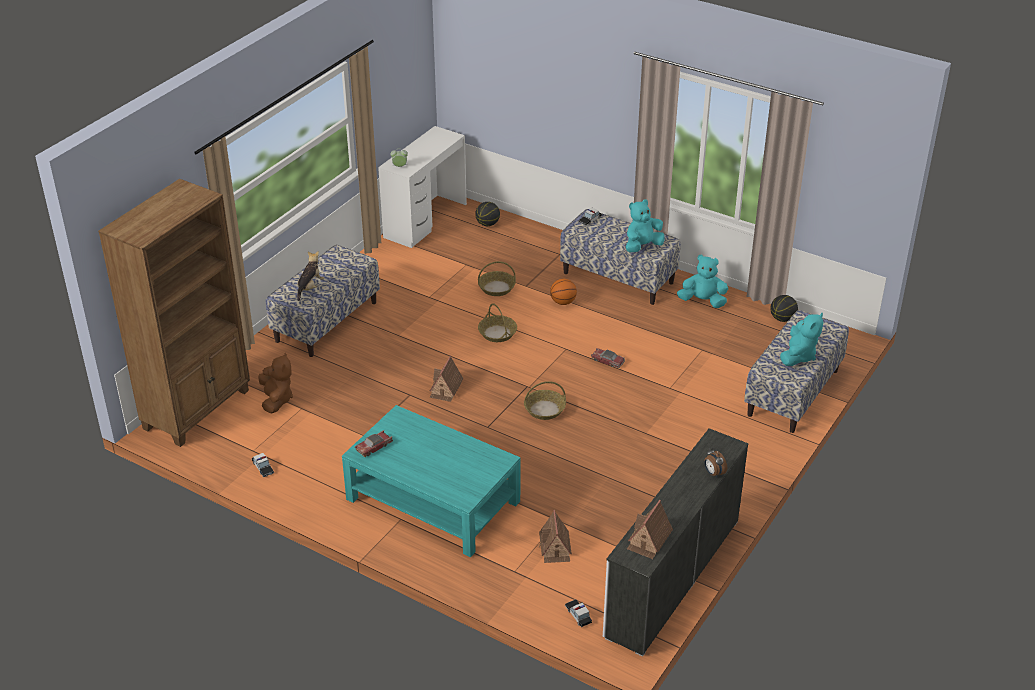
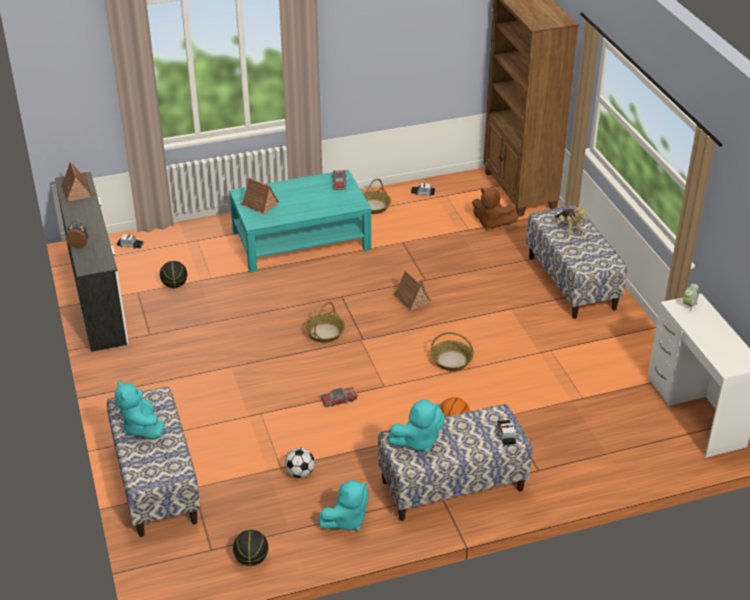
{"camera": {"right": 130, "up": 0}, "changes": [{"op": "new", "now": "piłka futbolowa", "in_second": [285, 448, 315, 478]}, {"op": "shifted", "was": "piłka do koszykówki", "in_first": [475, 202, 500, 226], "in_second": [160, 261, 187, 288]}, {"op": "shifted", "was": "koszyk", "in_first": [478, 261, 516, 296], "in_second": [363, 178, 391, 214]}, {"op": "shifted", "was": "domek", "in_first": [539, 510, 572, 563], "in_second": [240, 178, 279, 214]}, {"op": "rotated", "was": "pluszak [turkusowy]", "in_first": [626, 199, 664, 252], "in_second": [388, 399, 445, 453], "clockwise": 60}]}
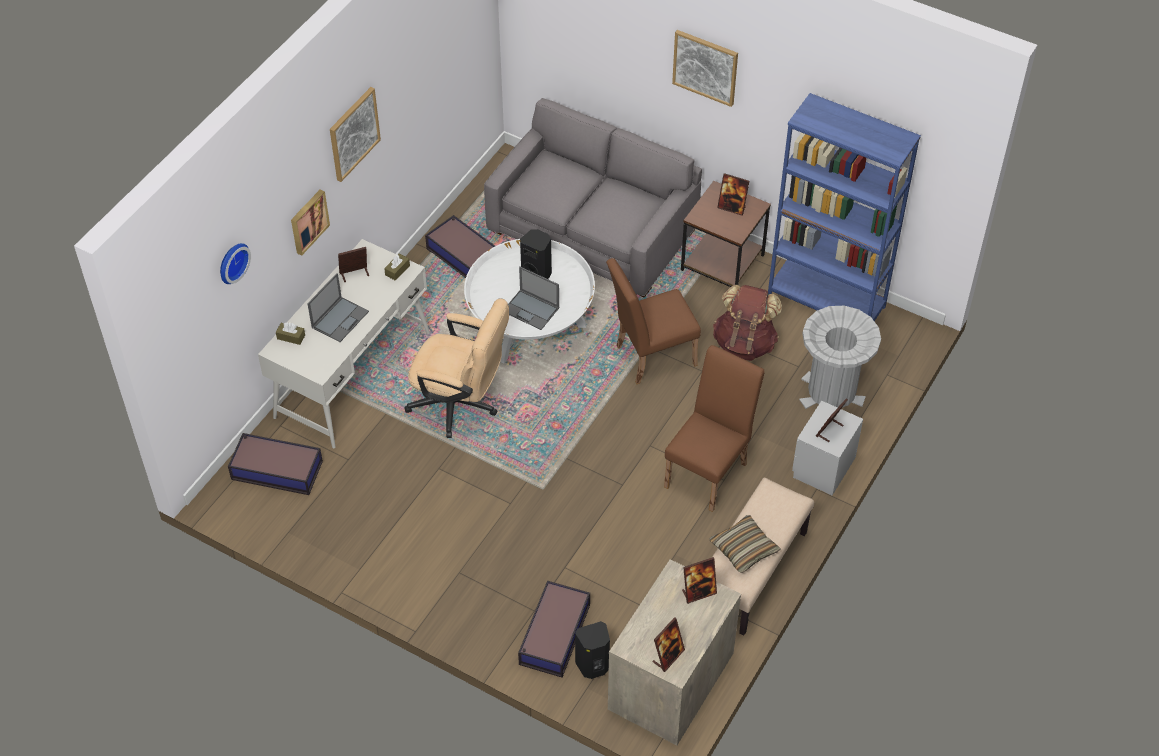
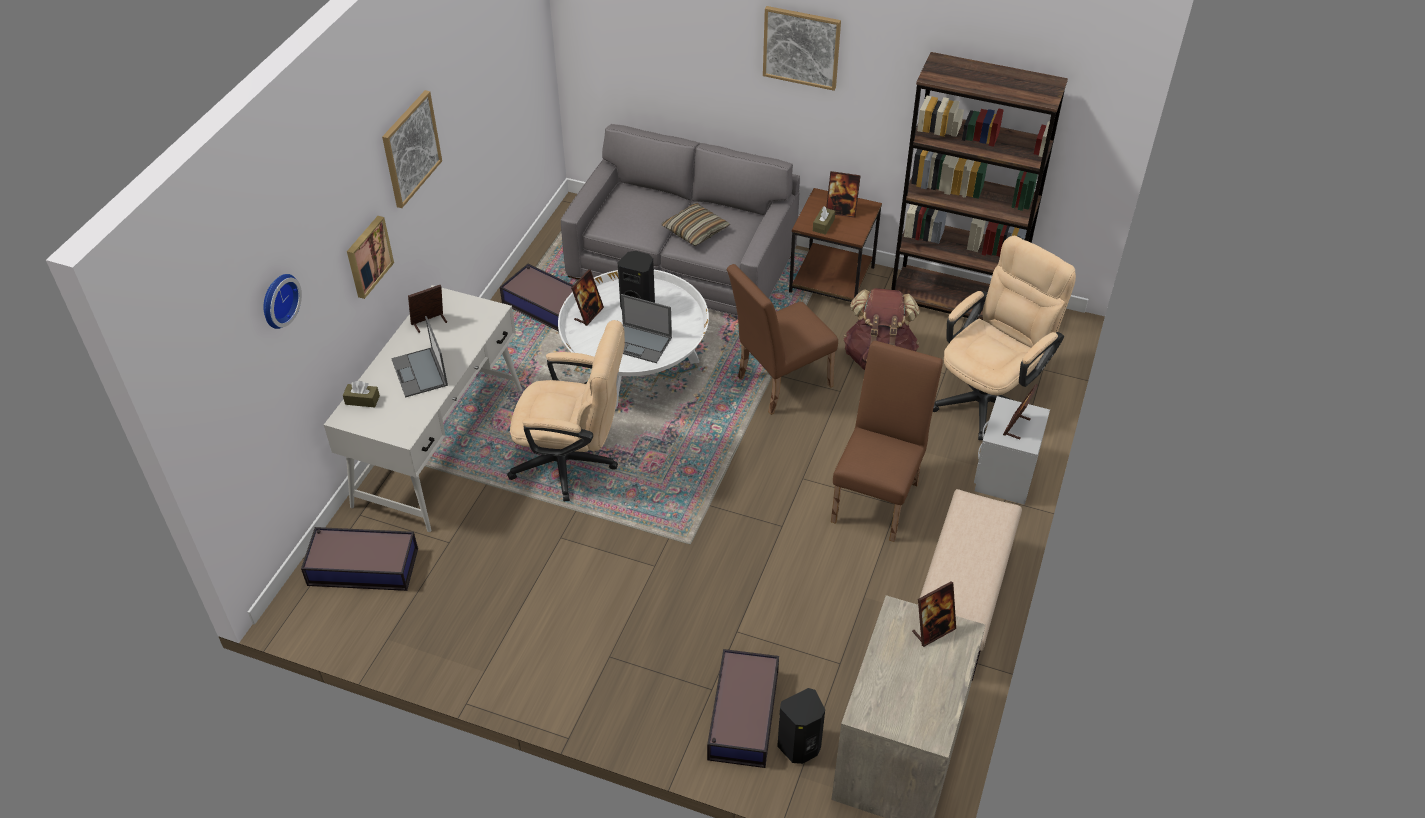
{"camera": {"right": -10, "up": -5}, "changes": [{"op": "shifted", "was": "pudełko chusteczek [brązowy]", "in_first": [384, 254, 410, 281], "in_second": [813, 206, 835, 235]}, {"op": "shifted", "was": "ramka na zdjęcie", "in_first": [652, 617, 685, 672], "in_second": [571, 270, 604, 326]}, {"op": "shifted", "was": "poduszka", "in_first": [710, 515, 780, 573], "in_second": [661, 203, 730, 246]}, {"op": "swapped", "was": "kosz na śmieci [szary]", "now": "krzesło biurowe [beżowy]", "in_first": [799, 306, 881, 409], "in_second": [933, 236, 1076, 440]}, {"op": "repainted", "was": "regał [niebieski]", "now": "regał [brązowy]", "in_first": [768, 93, 921, 321], "in_second": [891, 52, 1068, 320]}, {"op": "rotated", "was": "laptop", "in_first": [307, 273, 369, 342], "in_second": [391, 316, 448, 398], "clockwise": 135}]}
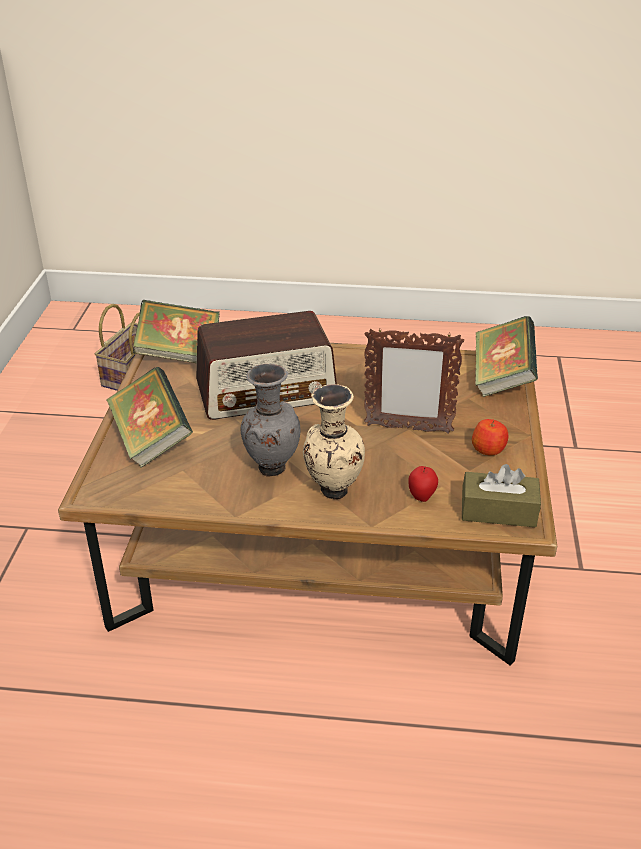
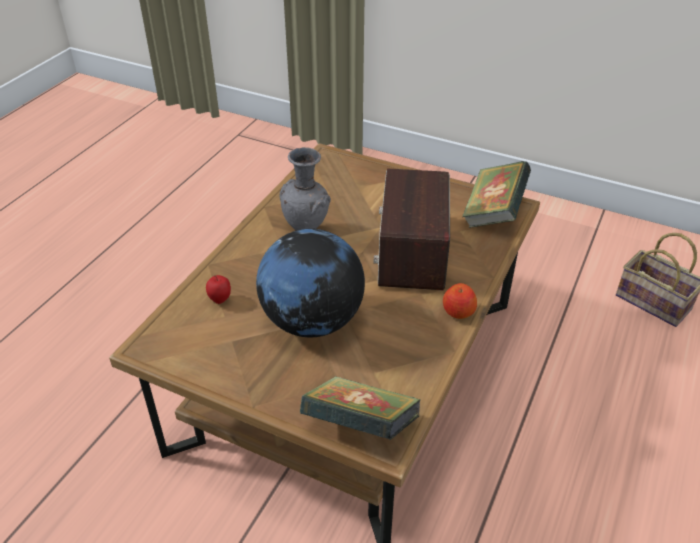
{"camera": {"right": 110, "up": 5}, "changes": [{"op": "gone", "was": "książka", "in_first": [107, 367, 193, 468]}, {"op": "gone", "was": "wazon [beżowy]", "in_first": [303, 384, 365, 499]}, {"op": "gone", "was": "pudełko chusteczek [brązowy]", "in_first": [462, 464, 541, 527]}, {"op": "shifted", "was": "jabłko", "in_first": [472, 419, 508, 456], "in_second": [443, 283, 477, 319]}, {"op": "swapped", "was": "ramka na zdjęcie", "now": "globus", "in_first": [364, 328, 464, 434], "in_second": [256, 229, 365, 337]}]}
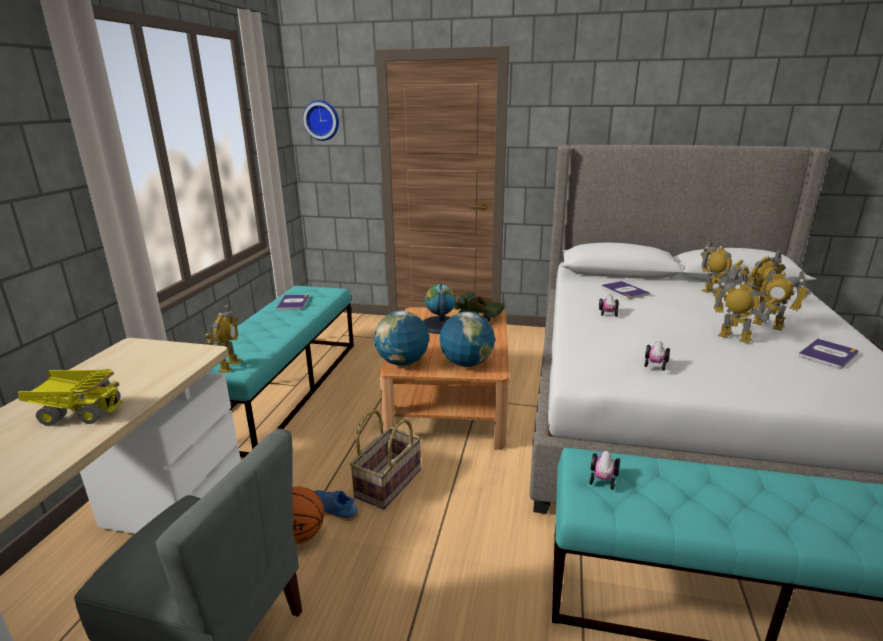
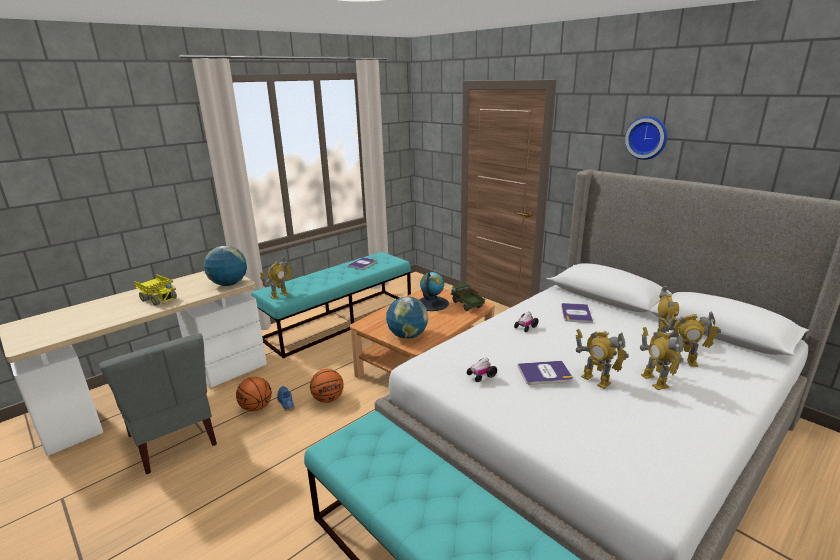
{"camera": {"right": 35, "up": 0}, "changes": [{"op": "gone", "was": "samochodzik", "in_first": [589, 451, 620, 490]}, {"op": "shifted", "was": "zegar ścienny", "in_first": [303, 100, 339, 141], "in_second": [625, 116, 668, 160]}, {"op": "shifted", "was": "globus", "in_first": [374, 311, 429, 366], "in_second": [204, 246, 247, 286]}, {"op": "shifted", "was": "książka", "in_first": [798, 339, 859, 369], "in_second": [518, 361, 573, 385]}, {"op": "swapped", "was": "koszyk", "now": "piłka do koszykówki", "in_first": [350, 410, 421, 509], "in_second": [310, 369, 344, 403]}, {"op": "rotated", "was": "robot zabawkowy", "in_first": [711, 275, 778, 343], "in_second": [576, 329, 629, 389], "clockwise": 150}]}
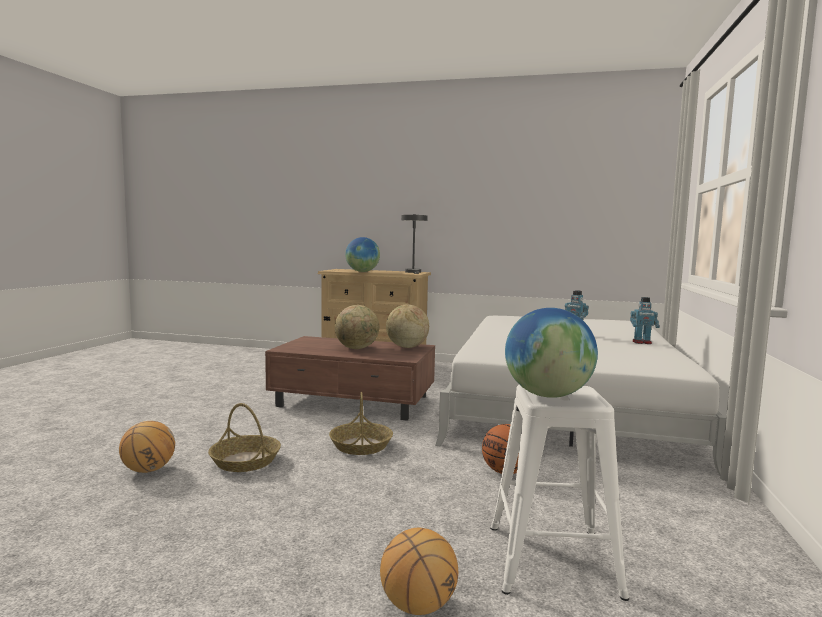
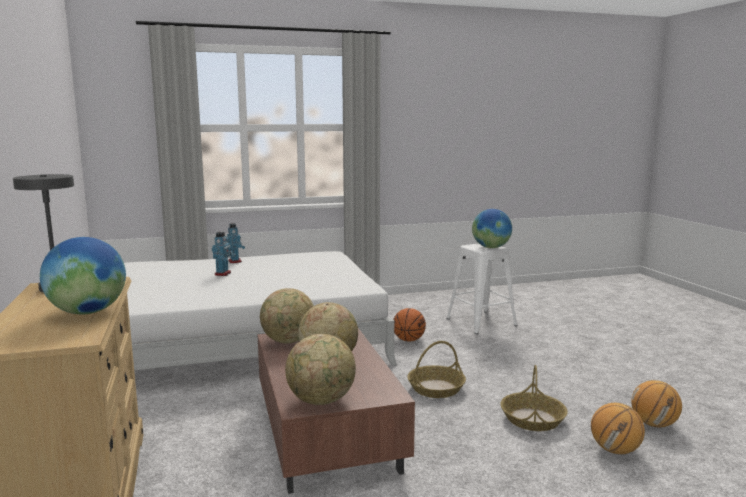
{"camera": {"right": -120, "up": 5}, "changes": [{"op": "new", "now": "globus", "in_second": [285, 334, 356, 405]}, {"op": "shifted", "was": "piłka do koszykówki", "in_first": [380, 528, 458, 615], "in_second": [631, 380, 682, 427]}]}
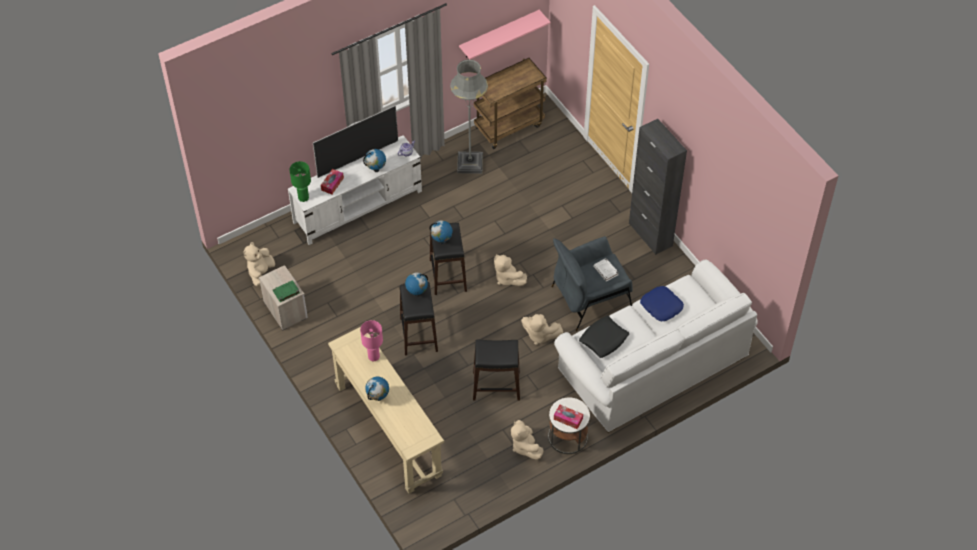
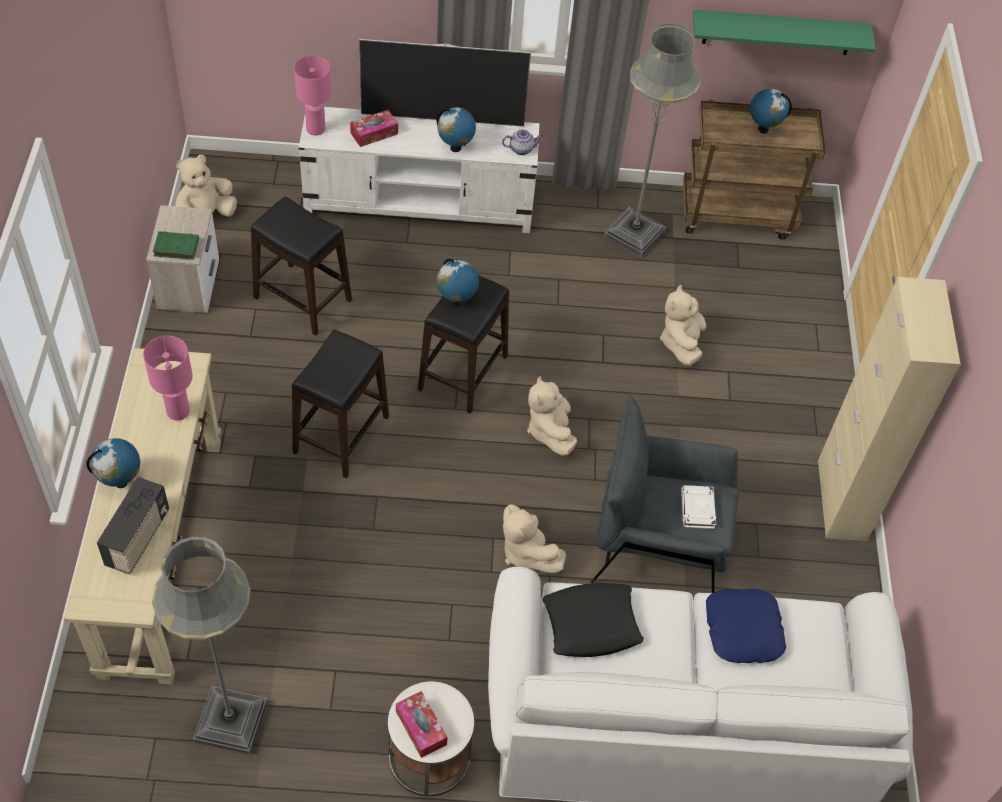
{"camera": {"right": 30, "up": 0}, "changes": [{"op": "new", "now": "radio", "in_second": [97, 477, 169, 575]}, {"op": "new", "now": "lampa stojąca [szary]", "in_second": [152, 536, 268, 755]}, {"op": "shifted", "was": "globus", "in_first": [405, 272, 428, 296], "in_second": [750, 89, 792, 133]}, {"op": "shifted", "was": "stołek [czarny]", "in_first": [473, 340, 520, 401], "in_second": [251, 197, 352, 336]}, {"op": "shifted", "was": "pluszak [beżowy]", "in_first": [511, 420, 544, 460], "in_second": [660, 285, 706, 366]}, {"op": "repainted", "was": "lampa stołowa [zielony]", "now": "lampa stołowa [różowy]", "in_first": [289, 161, 311, 202], "in_second": [294, 56, 331, 136]}, {"op": "repainted", "was": "półka [różowy]", "now": "półka [zielony]", "in_first": [459, 10, 551, 60], "in_second": [693, 10, 876, 55]}, {"op": "repainted", "was": "szafka [czarny]", "now": "szafka [beżowy]", "in_first": [629, 119, 687, 255], "in_second": [818, 277, 960, 541]}]}
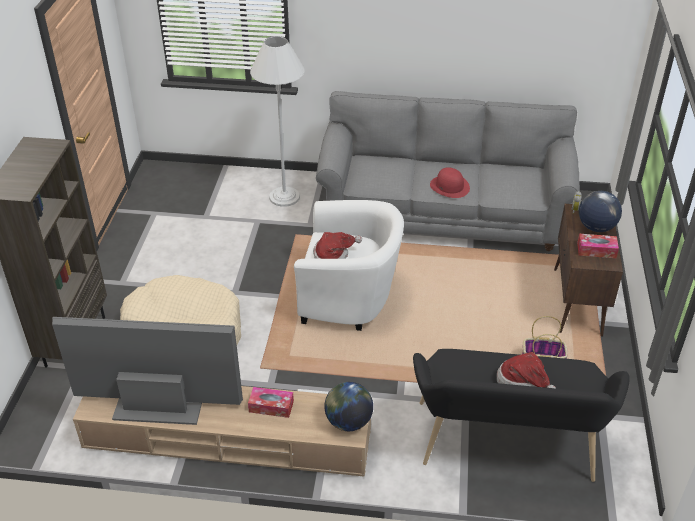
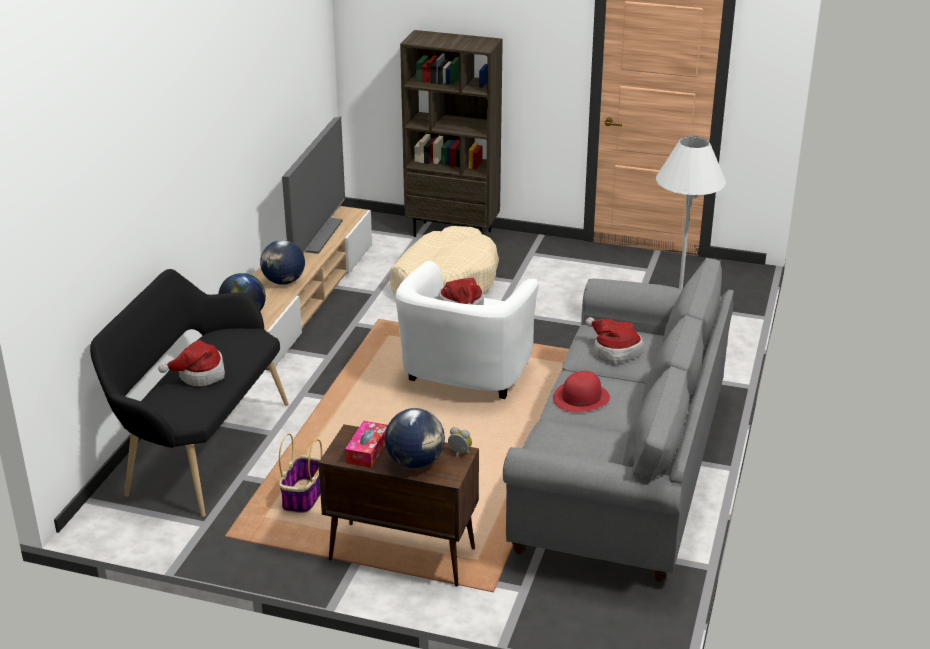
{"camera": {"right": 100, "up": -10}, "changes": [{"op": "new", "now": "kapelusz", "in_second": [586, 317, 644, 364]}, {"op": "swapped", "was": "pudełko chusteczek", "now": "globus", "in_first": [248, 387, 294, 418], "in_second": [260, 240, 305, 285]}]}
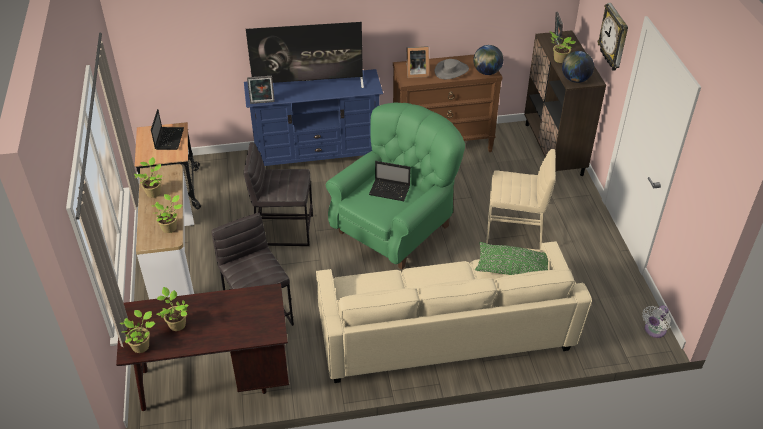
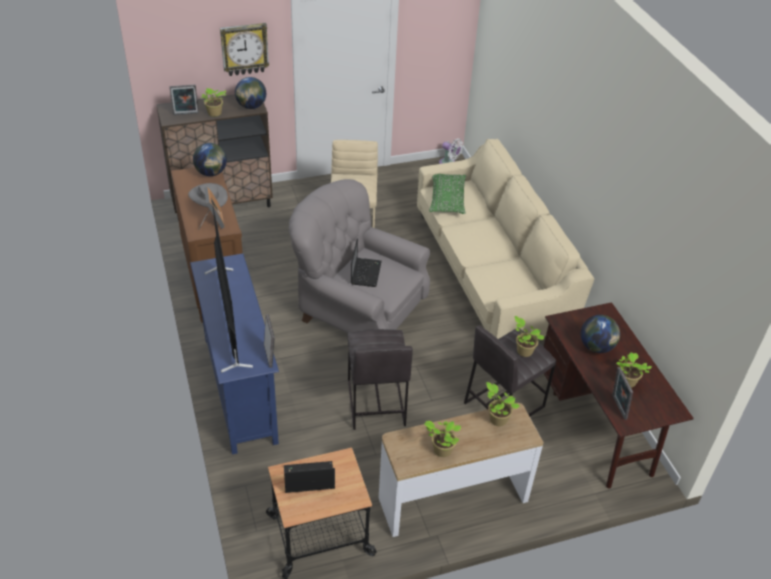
{"camera": {"right": -100, "up": 0}, "changes": [{"op": "new", "now": "globus", "in_second": [581, 315, 620, 353]}, {"op": "new", "now": "ramka na zdjęcie", "in_second": [612, 367, 633, 420]}, {"op": "shifted", "was": "roślina doniczkowa", "in_first": [120, 310, 155, 353], "in_second": [514, 316, 545, 357]}, {"op": "repainted", "was": "fotel [zielony]", "now": "fotel [szary]", "in_first": [326, 102, 465, 269], "in_second": [289, 179, 430, 333]}]}
